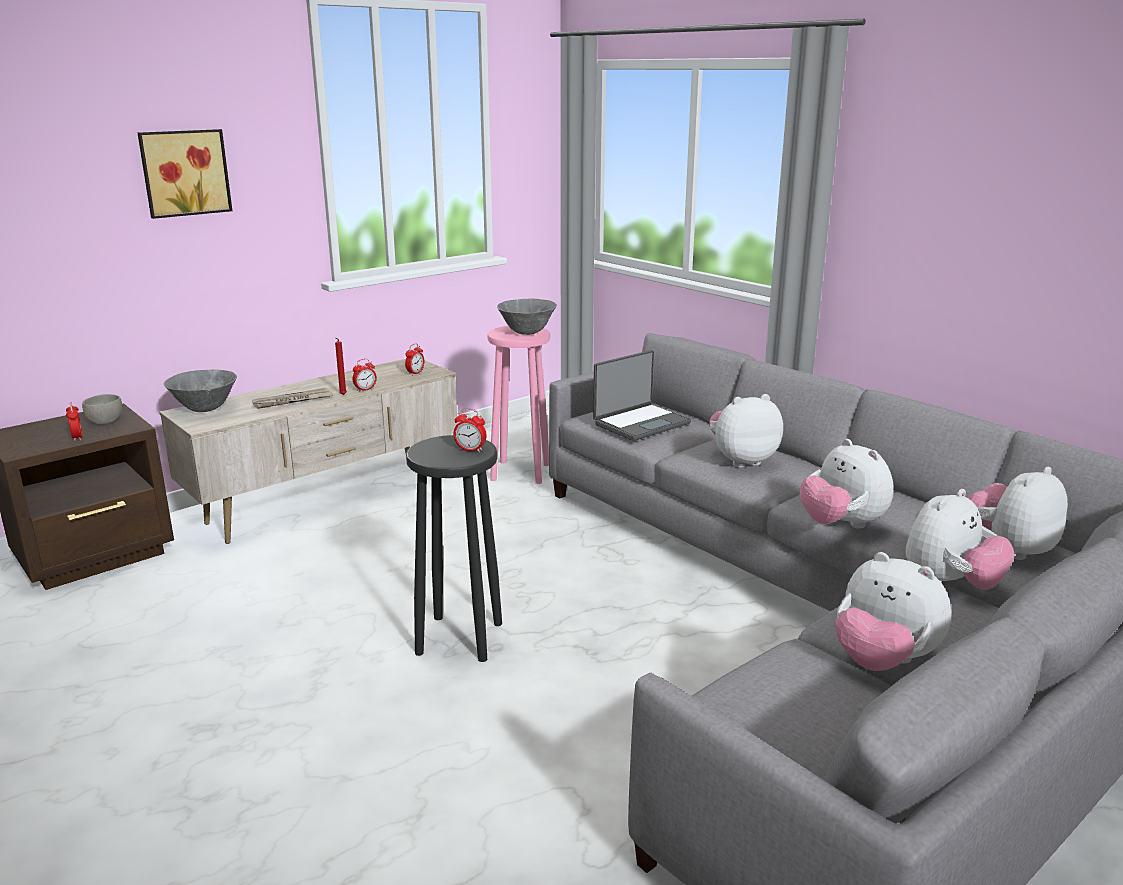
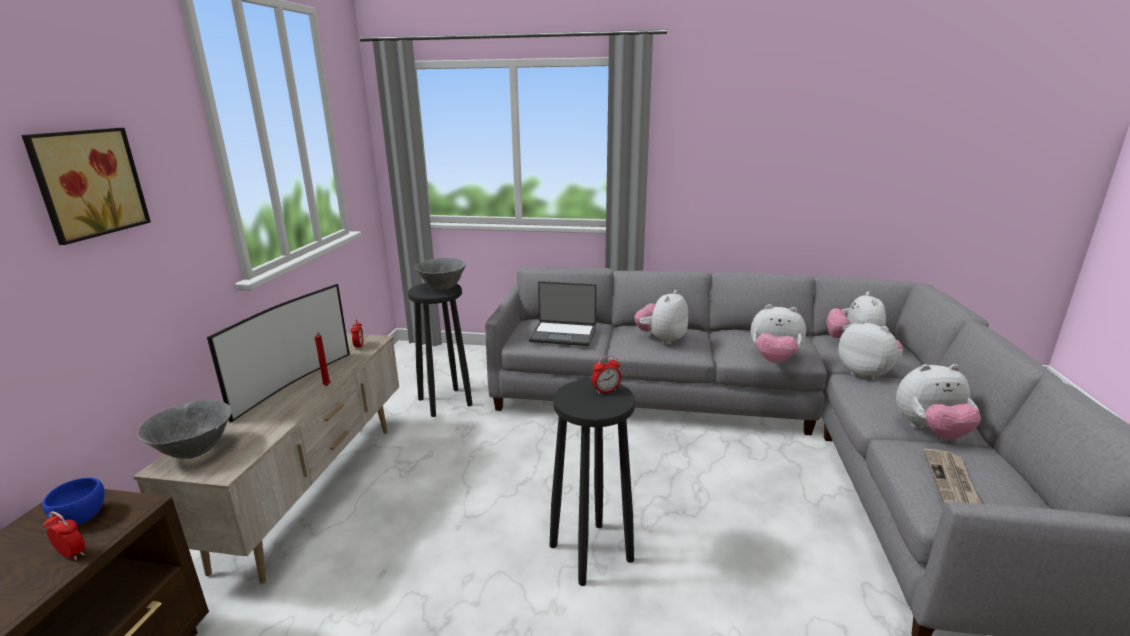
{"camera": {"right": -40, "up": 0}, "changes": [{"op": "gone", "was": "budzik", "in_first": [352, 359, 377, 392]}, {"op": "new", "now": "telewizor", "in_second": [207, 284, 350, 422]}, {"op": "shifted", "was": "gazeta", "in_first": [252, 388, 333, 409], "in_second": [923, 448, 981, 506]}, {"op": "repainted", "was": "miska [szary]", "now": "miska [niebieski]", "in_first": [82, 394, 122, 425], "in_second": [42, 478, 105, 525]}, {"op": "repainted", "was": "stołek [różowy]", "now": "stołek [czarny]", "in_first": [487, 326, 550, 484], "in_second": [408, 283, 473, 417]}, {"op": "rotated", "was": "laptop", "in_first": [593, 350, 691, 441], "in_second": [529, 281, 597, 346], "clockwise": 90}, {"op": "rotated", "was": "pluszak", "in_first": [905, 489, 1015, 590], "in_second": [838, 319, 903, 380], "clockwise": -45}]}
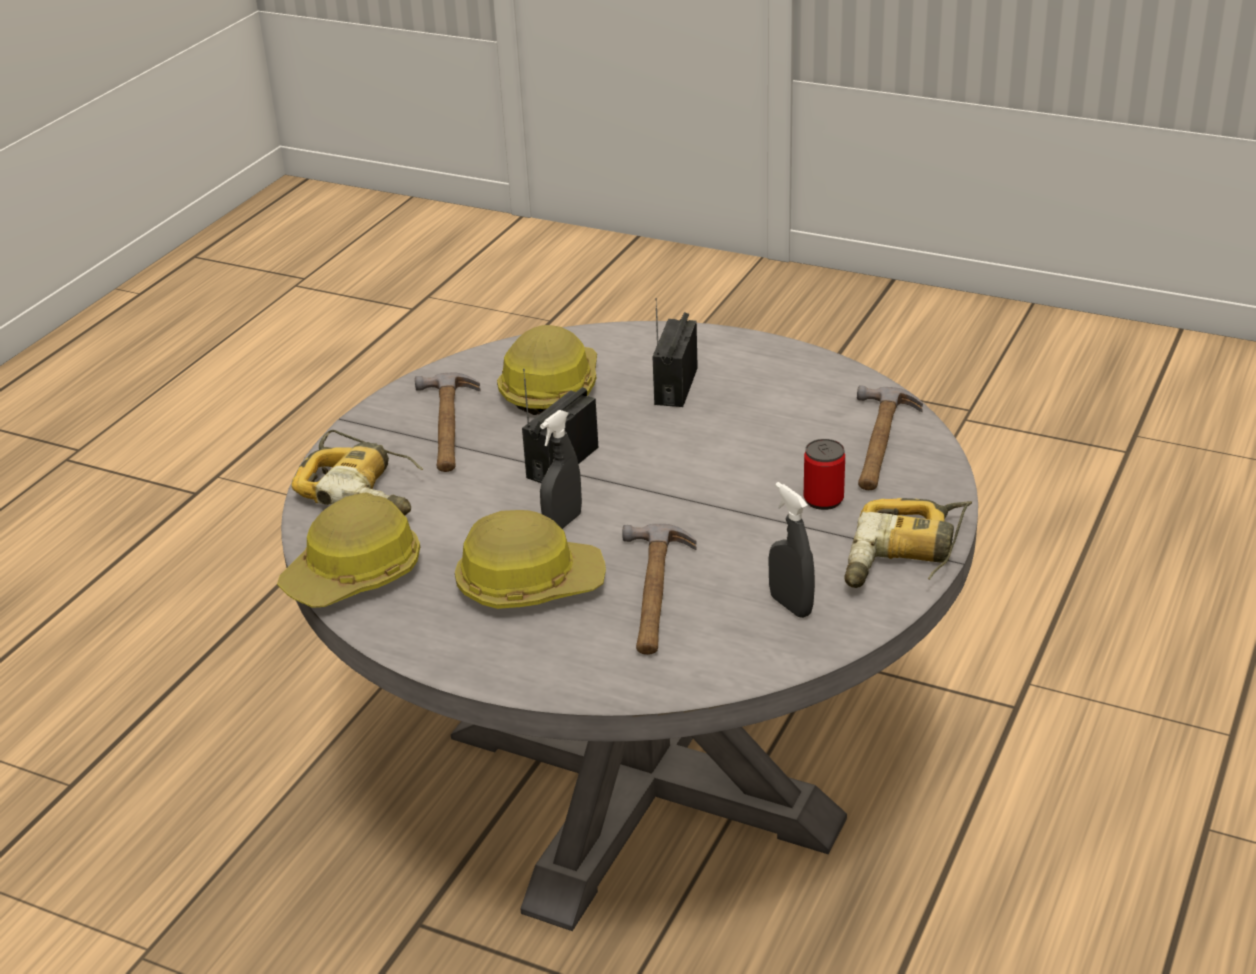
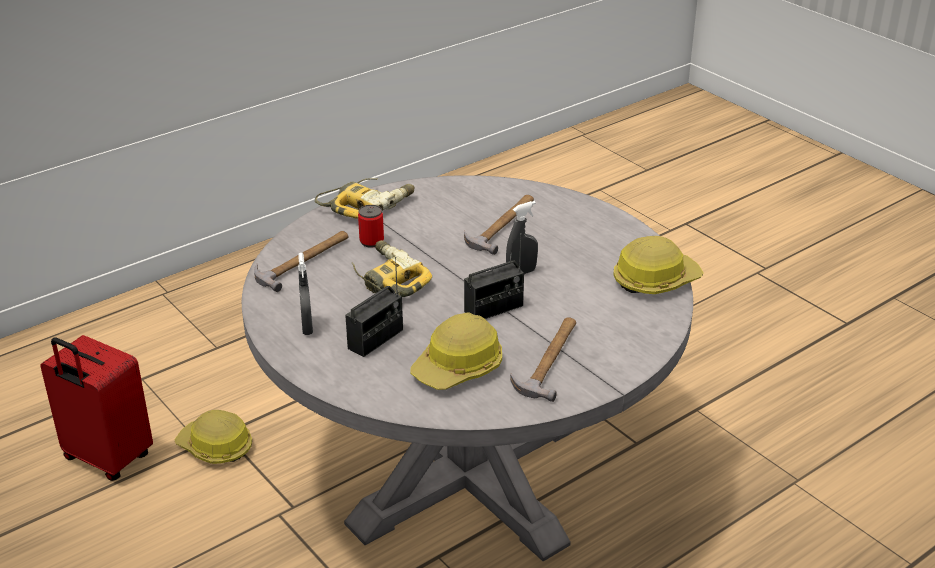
{"camera": {"right": -155, "up": 0}, "changes": [{"op": "new", "now": "walizka [czerwony]", "in_second": [40, 335, 153, 481]}, {"op": "shifted", "was": "wiertarka", "in_first": [291, 430, 423, 515], "in_second": [352, 240, 432, 297]}, {"op": "shifted", "was": "kask", "in_first": [455, 510, 606, 609], "in_second": [174, 410, 252, 464]}, {"op": "shifted", "was": "spryskiwacz [szary]", "in_first": [768, 482, 815, 618], "in_second": [298, 253, 313, 335]}]}
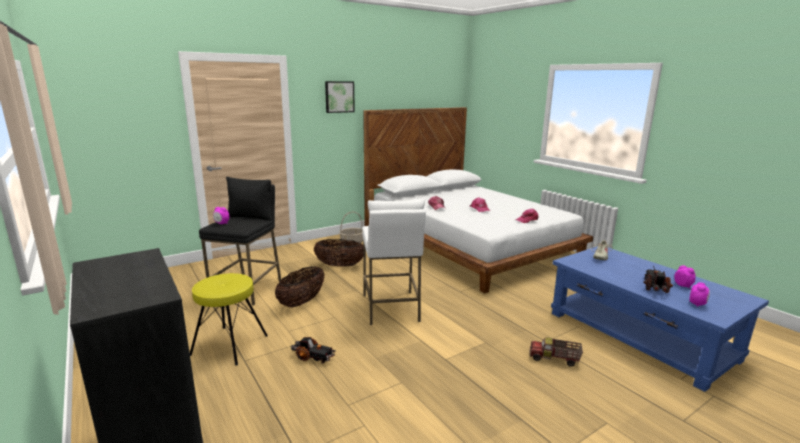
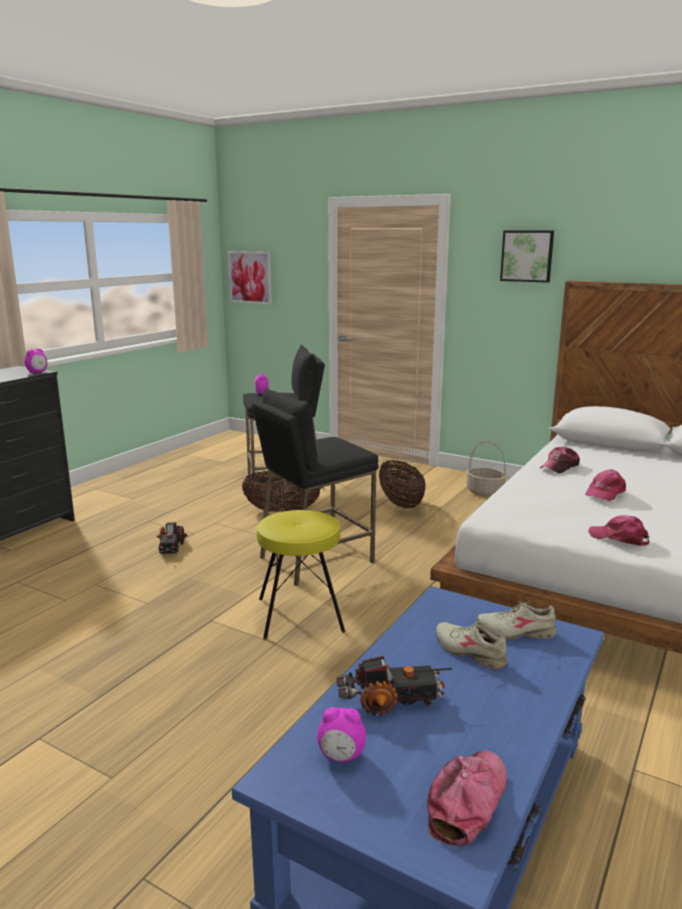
{"camera": {"right": 65, "up": 0}, "changes": [{"op": "gone", "was": "ciężarówka zabawkowa", "in_first": [530, 337, 583, 367]}, {"op": "new", "now": "obraz", "in_second": [228, 251, 272, 305]}, {"op": "new", "now": "czapka z daszkiem", "in_second": [427, 750, 507, 846]}, {"op": "new", "now": "but [beżowy]", "in_second": [436, 622, 508, 669]}, {"op": "shifted", "was": "stołek [żółty]", "in_first": [190, 273, 268, 365], "in_second": [257, 510, 345, 640]}, {"op": "shifted", "was": "budzik", "in_first": [674, 265, 696, 288], "in_second": [25, 349, 47, 374]}, {"op": "repainted", "was": "stołek [biały]", "now": "stołek [czarny]", "in_first": [362, 198, 426, 325], "in_second": [252, 388, 378, 586]}]}
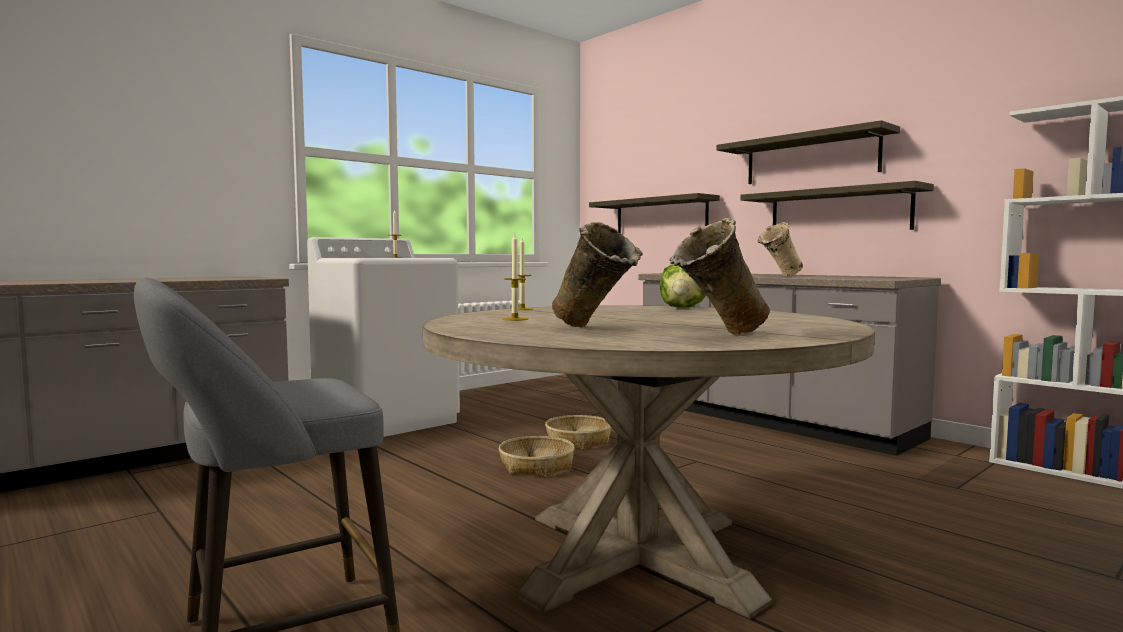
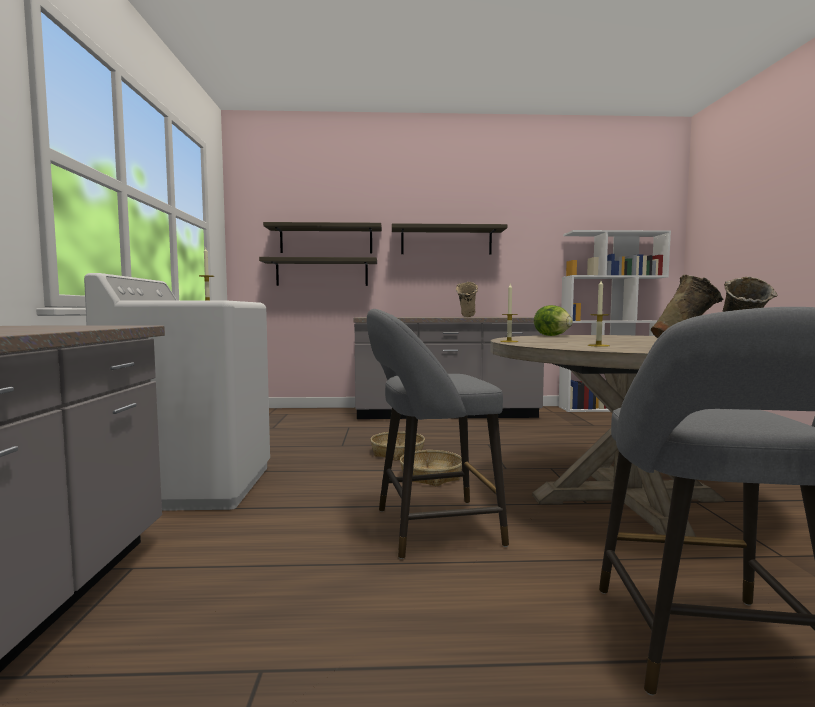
{"camera": {"right": -50, "up": 0}, "changes": [{"op": "new", "now": "stołek [szary]", "in_second": [367, 309, 509, 559]}, {"op": "shifted", "was": "półka", "in_first": [740, 181, 934, 230], "in_second": [263, 222, 382, 253]}]}
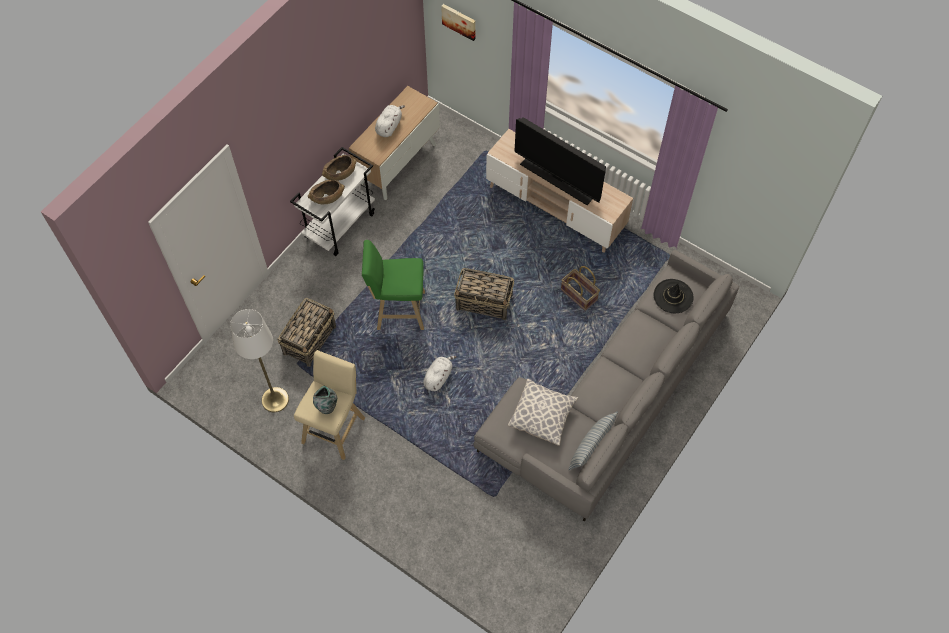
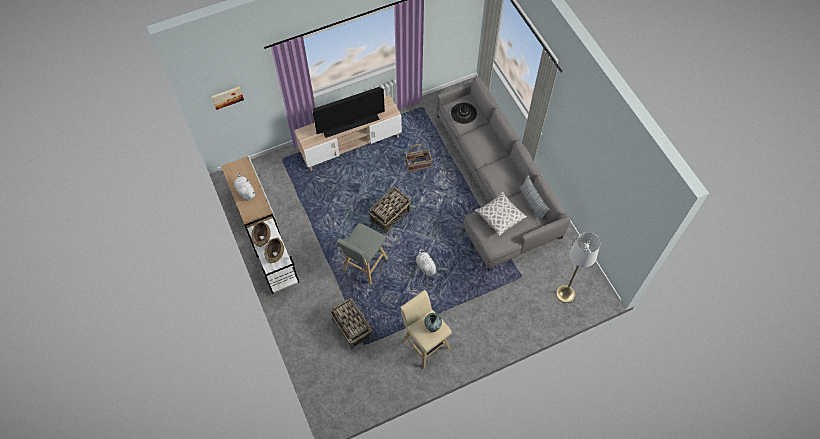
{"camera": {"right": -60, "up": 0}, "changes": [{"op": "shifted", "was": "lampa stojąca [biały]", "in_first": [230, 309, 289, 412], "in_second": [556, 232, 600, 303]}, {"op": "repainted", "was": "stołek [zielony]", "now": "stołek [szary]", "in_first": [362, 240, 425, 330], "in_second": [337, 223, 388, 285]}]}
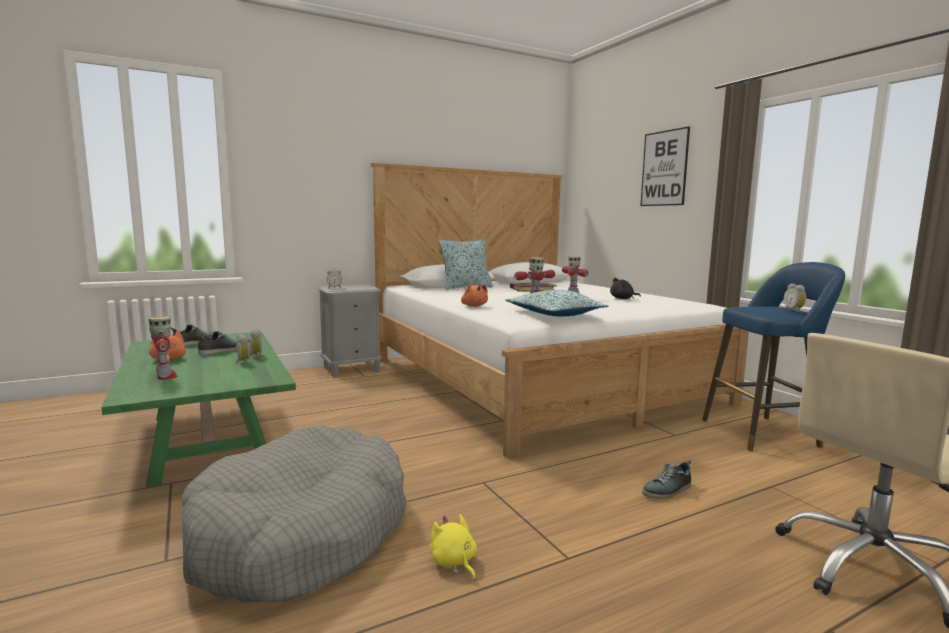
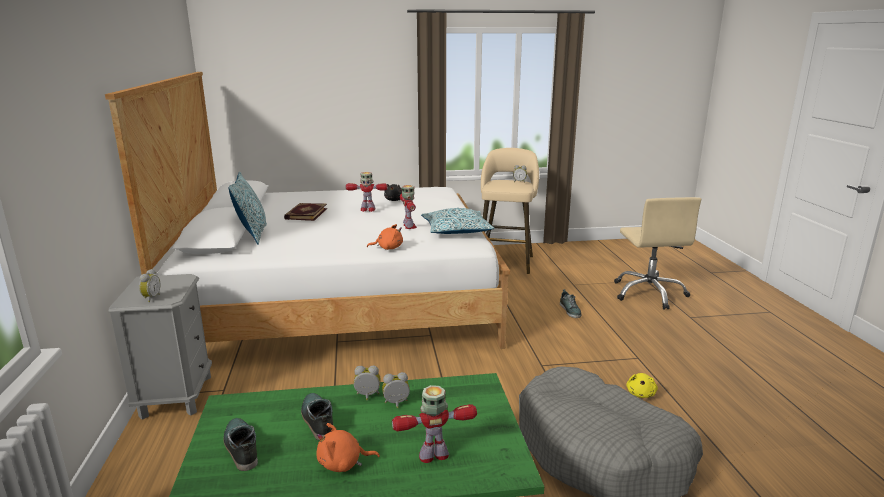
{"camera": {"right": -70, "up": 10}, "changes": [{"op": "gone", "was": "obraz", "in_first": [640, 126, 690, 206]}, {"op": "repainted", "was": "stołek [niebieski]", "now": "stołek [beżowy]", "in_first": [702, 262, 845, 451], "in_second": [481, 148, 539, 274]}, {"op": "rotated", "was": "pluszak [żółty]", "in_first": [430, 514, 477, 580], "in_second": [626, 373, 658, 398], "clockwise": -60}]}
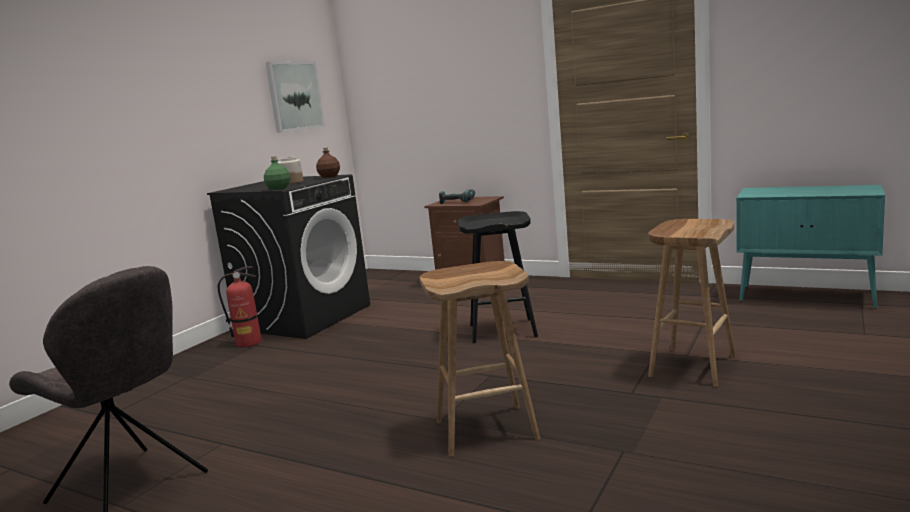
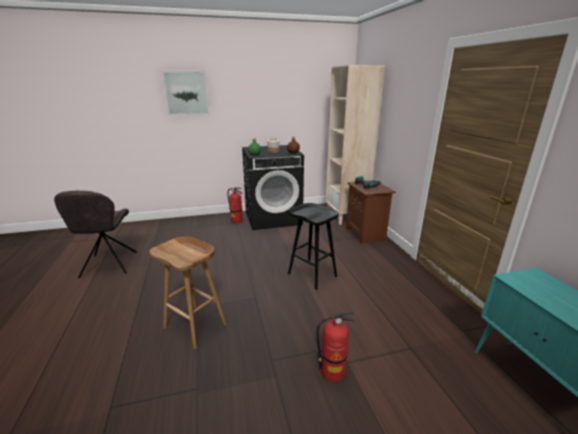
{"camera": {"right": 45, "up": 10}, "changes": [{"op": "new", "now": "regał [beżowy]", "in_second": [325, 65, 385, 225]}, {"op": "shifted", "was": "obraz", "in_first": [265, 61, 325, 133], "in_second": [162, 71, 210, 115]}, {"op": "swapped", "was": "stołek [brązowy]", "now": "gaśnica", "in_first": [648, 219, 736, 387], "in_second": [317, 311, 355, 382]}]}
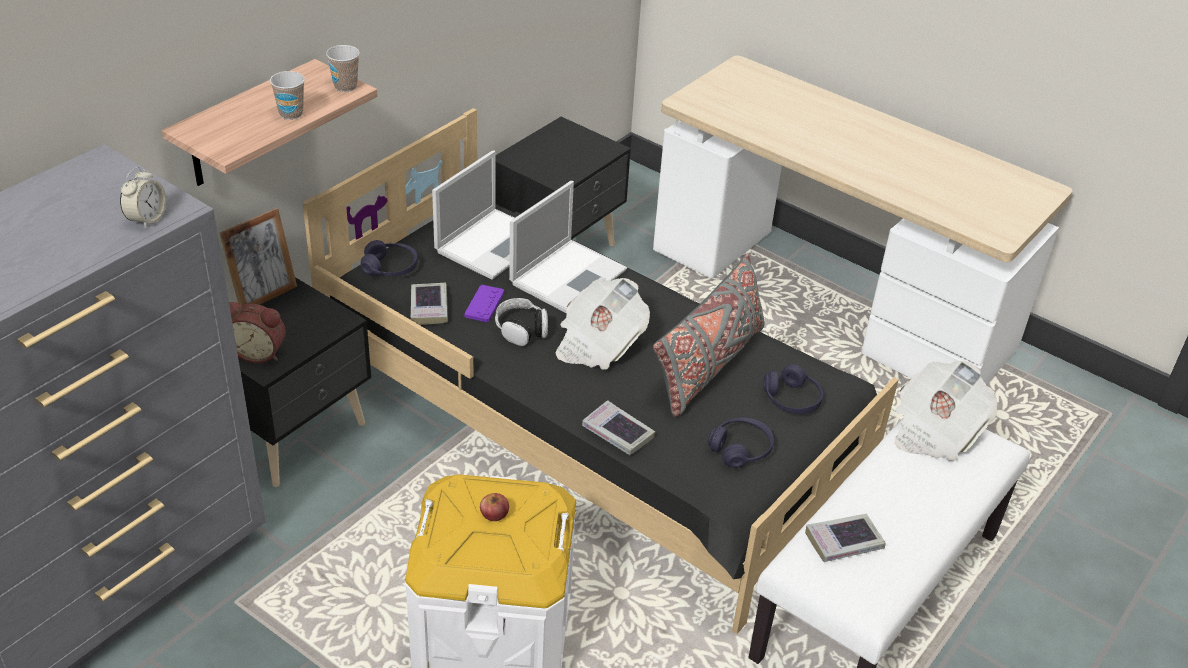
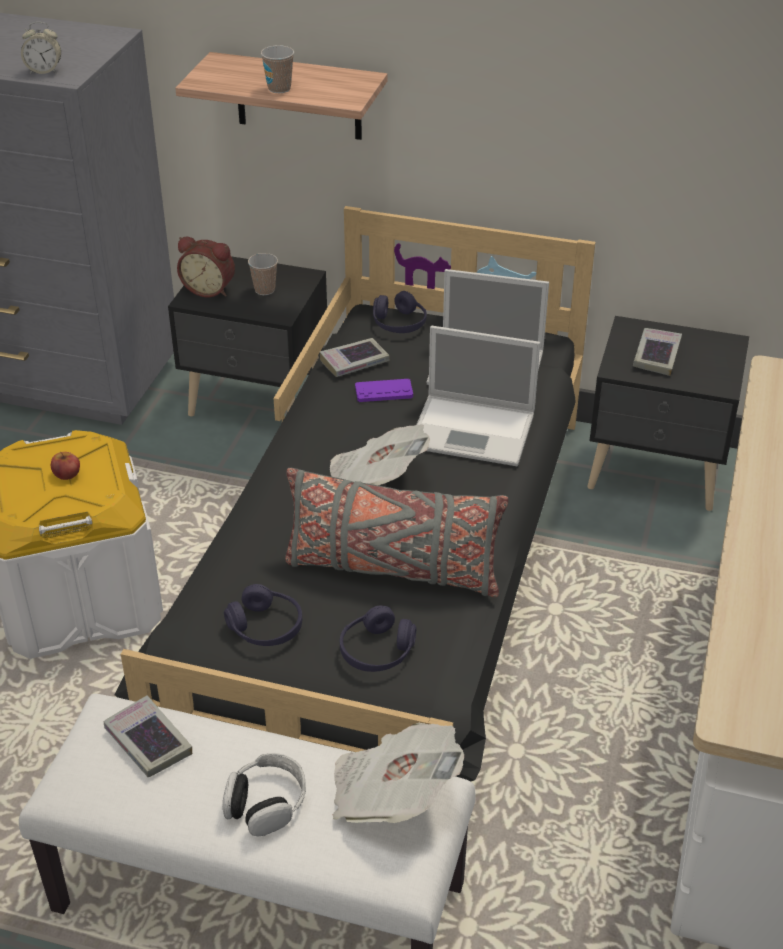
{"camera": {"right": 70, "up": 0}, "changes": [{"op": "gone", "was": "ramka na zdjęcie", "in_first": [219, 208, 297, 306]}, {"op": "shifted", "was": "filiżanka", "in_first": [326, 45, 360, 92], "in_second": [248, 253, 278, 295]}, {"op": "shifted", "was": "słuchawki", "in_first": [495, 298, 548, 346], "in_second": [223, 753, 306, 837]}, {"op": "shifted", "was": "książka", "in_first": [582, 400, 655, 455], "in_second": [633, 328, 682, 376]}, {"op": "rotated", "was": "budzik", "in_first": [229, 302, 286, 363], "in_second": [177, 237, 235, 297], "clockwise": -60}]}
